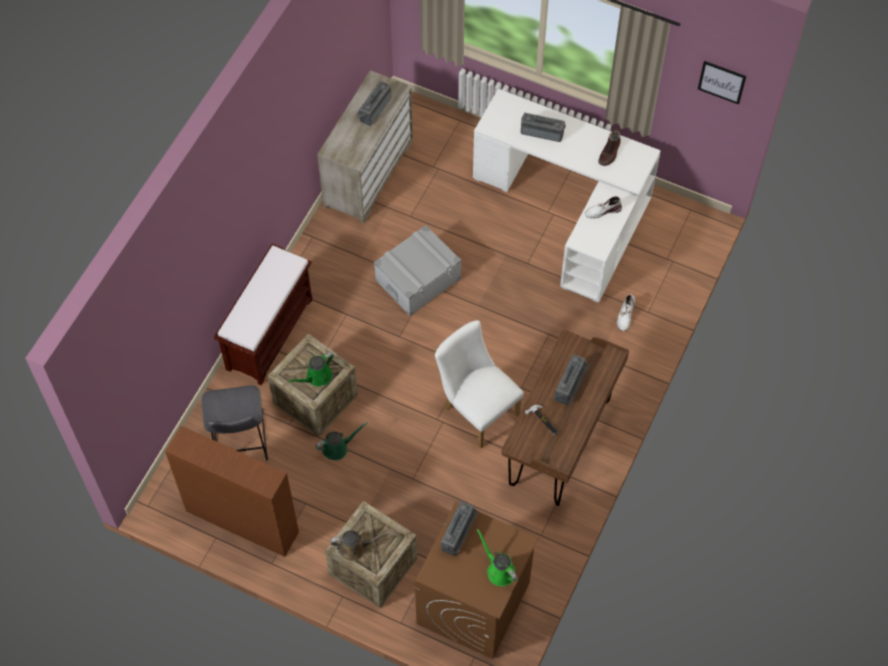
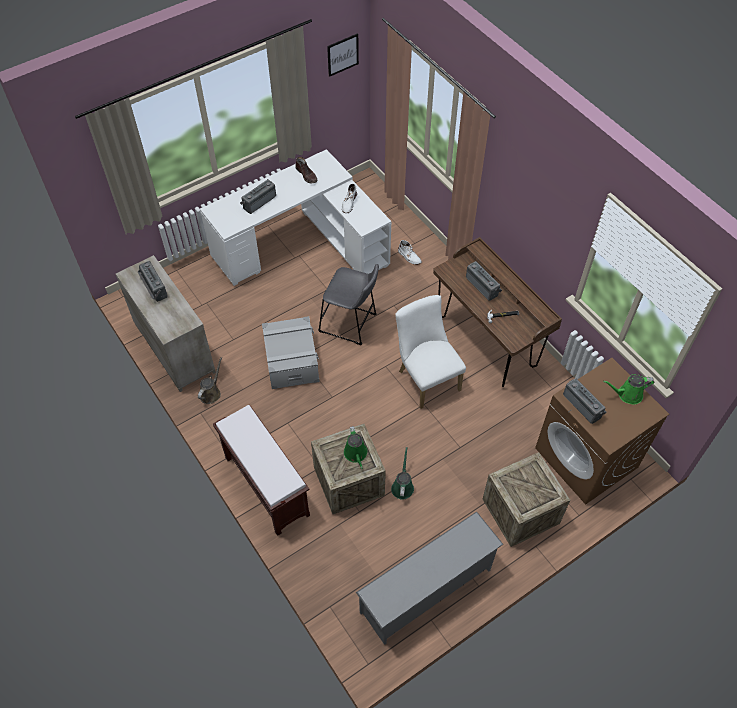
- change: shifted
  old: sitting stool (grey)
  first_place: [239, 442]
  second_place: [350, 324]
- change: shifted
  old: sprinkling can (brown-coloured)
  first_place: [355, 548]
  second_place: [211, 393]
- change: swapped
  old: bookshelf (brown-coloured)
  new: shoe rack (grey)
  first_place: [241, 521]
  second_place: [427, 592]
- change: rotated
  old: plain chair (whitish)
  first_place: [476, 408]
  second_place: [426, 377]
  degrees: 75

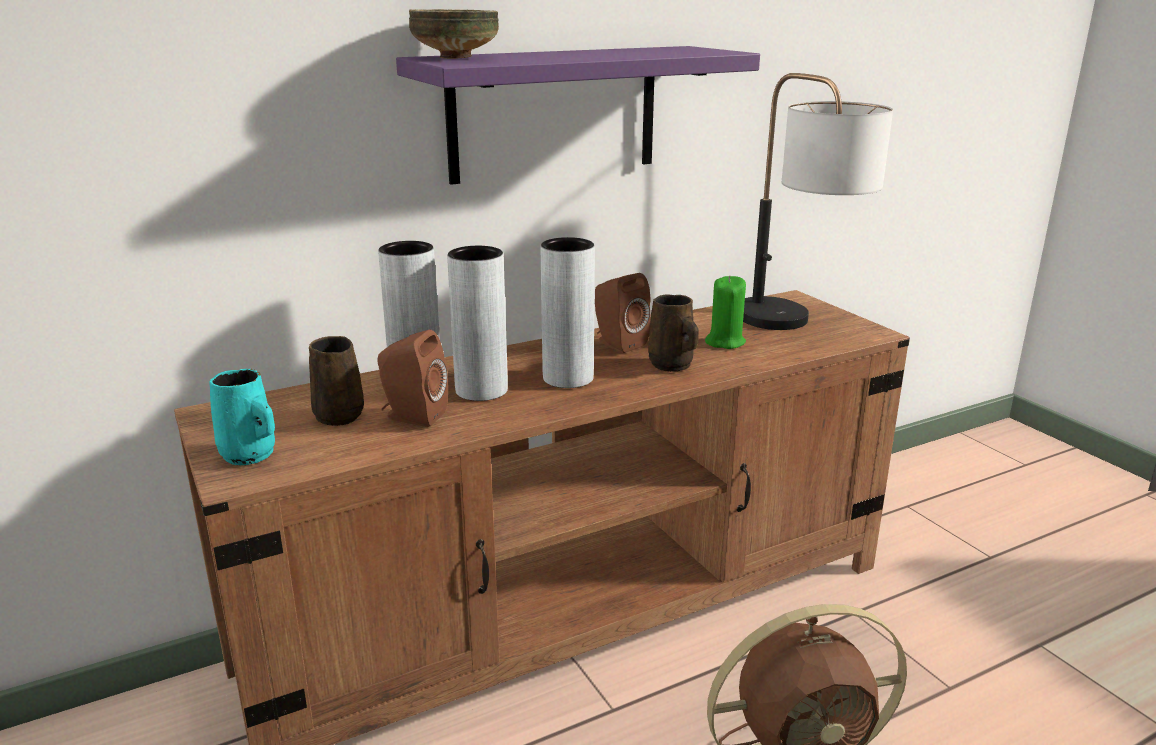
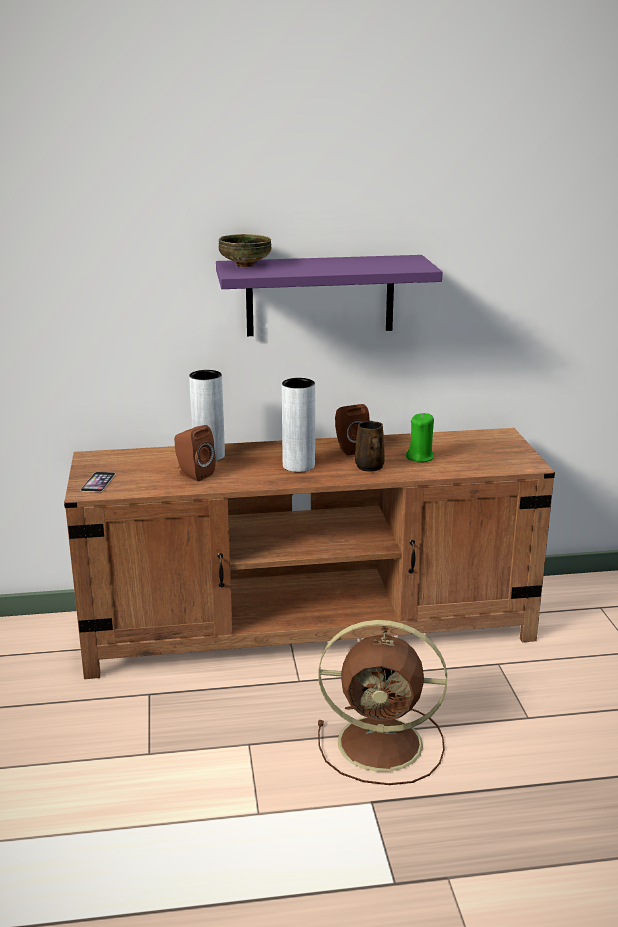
- change: gone
  old: coffee mug (brown-coloured)
  first_place: [339, 414]
- change: gone
  old: flower vase (grey)
  first_place: [481, 390]
- change: gone
  old: lamp for a table
  first_place: [795, 329]
- change: swapped
  old: coffee mug (turquoise)
  new: handset
  first_place: [250, 456]
  second_place: [98, 482]

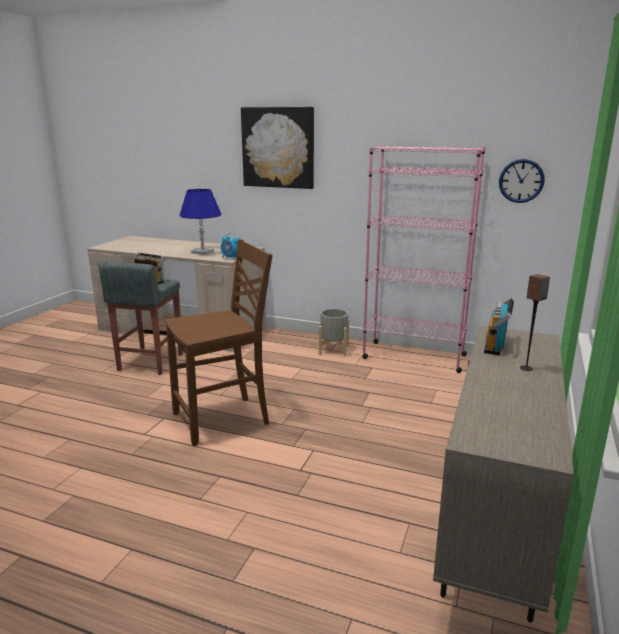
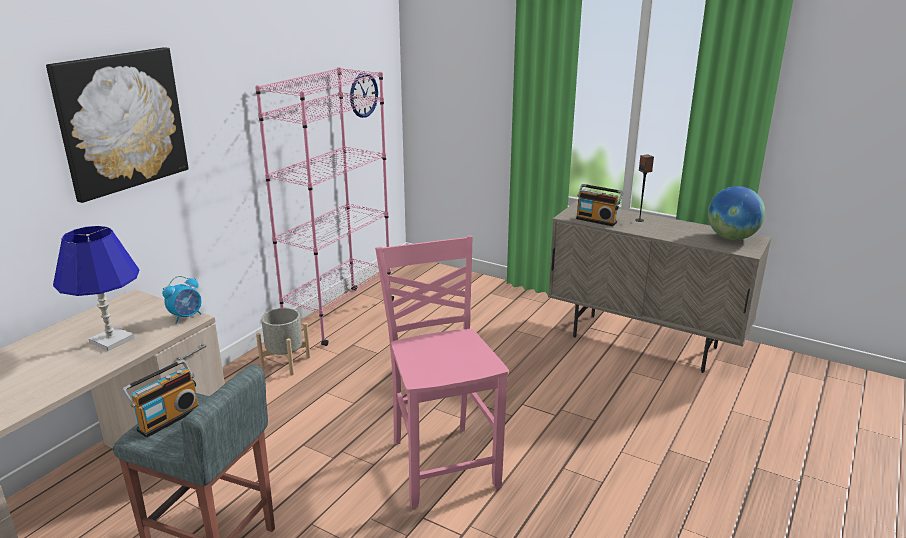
- change: new
  new: world globe
  second_place: [731, 237]
- change: repainted
  old: plain chair (brown-coloured)
  new: plain chair (pink-coloured)
  first_place: [223, 419]
  second_place: [442, 463]

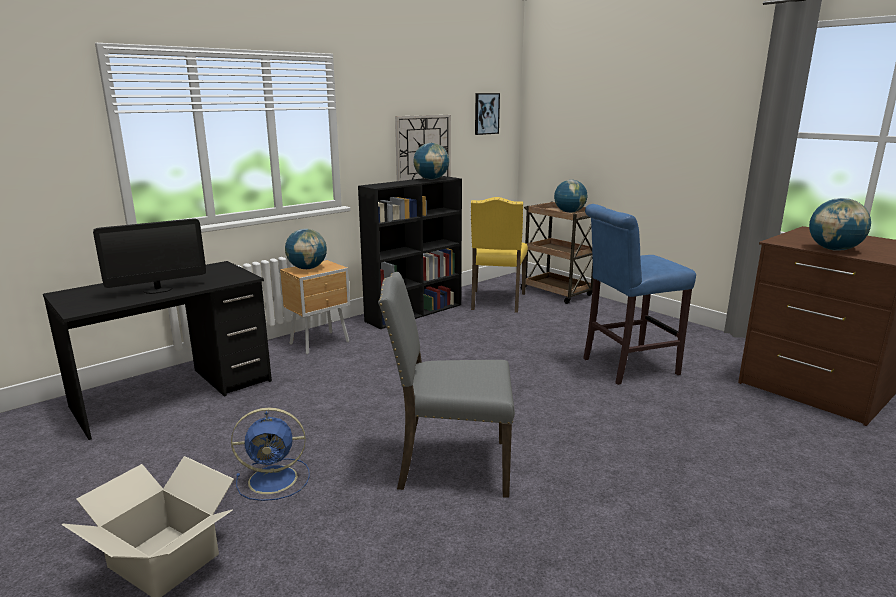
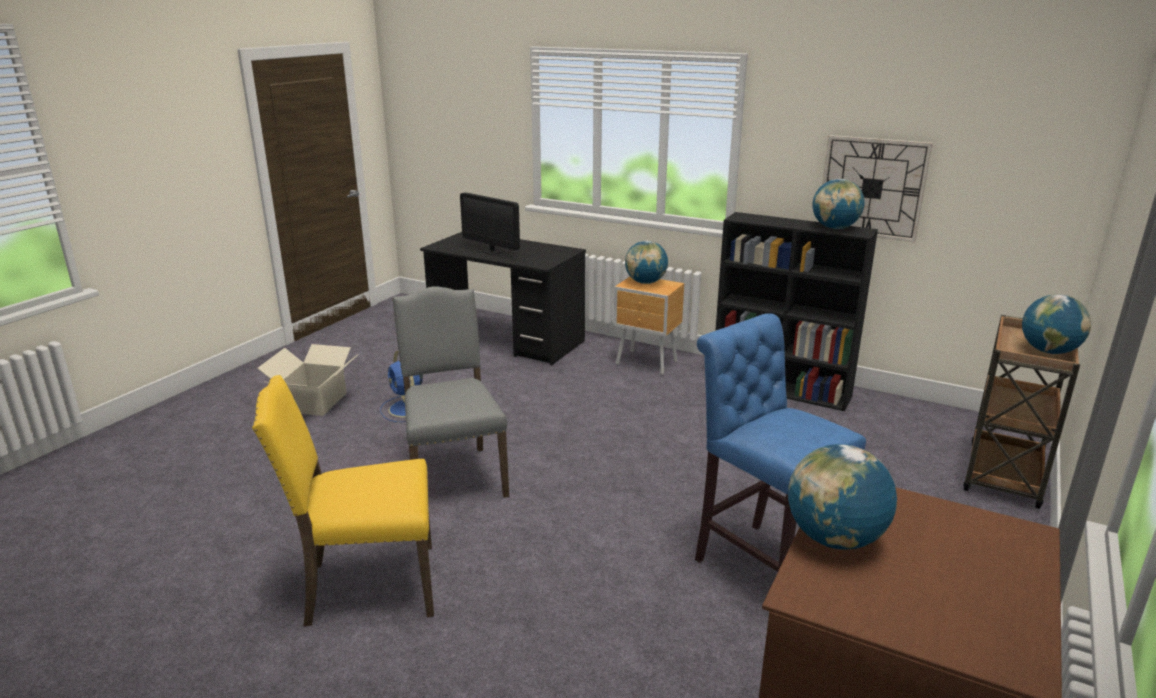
- change: gone
  old: picture
  first_place: [486, 113]
- change: shifted
  old: plain chair (yellowish)
  first_place: [496, 302]
  second_place: [367, 586]

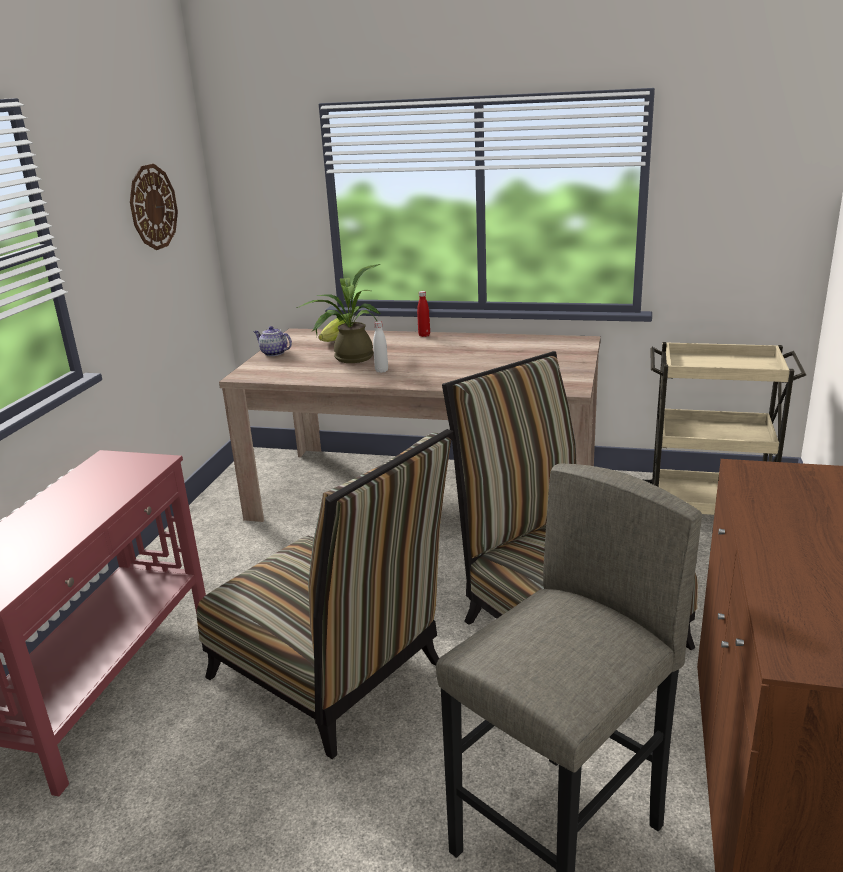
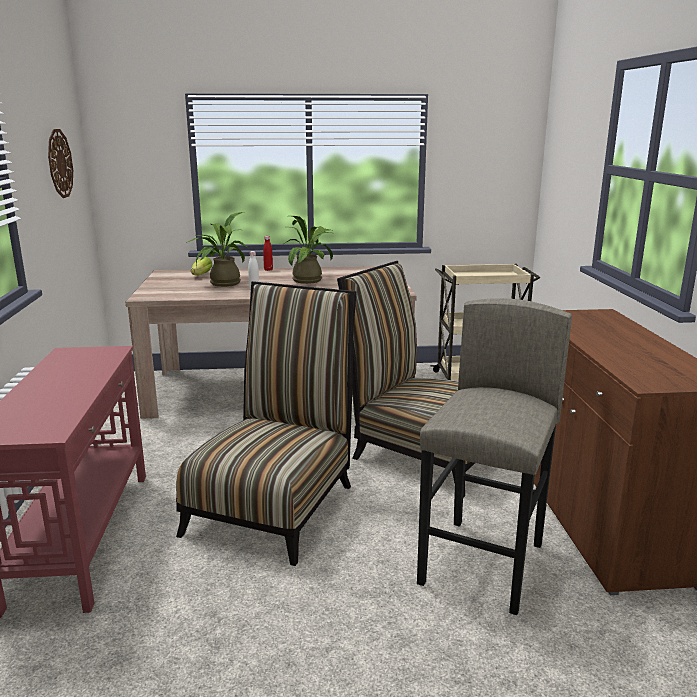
- change: gone
  old: pot for tea
  first_place: [273, 353]
- change: new
  new: houseplant
  second_place: [310, 280]
- change: rotated
  old: plain chair
  first_place: [334, 677]
  second_place: [275, 503]
  degrees: -90

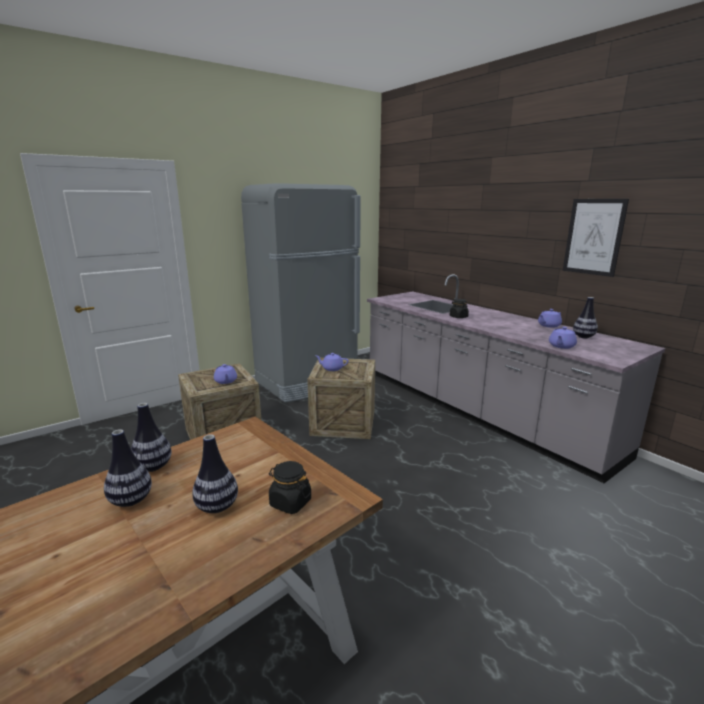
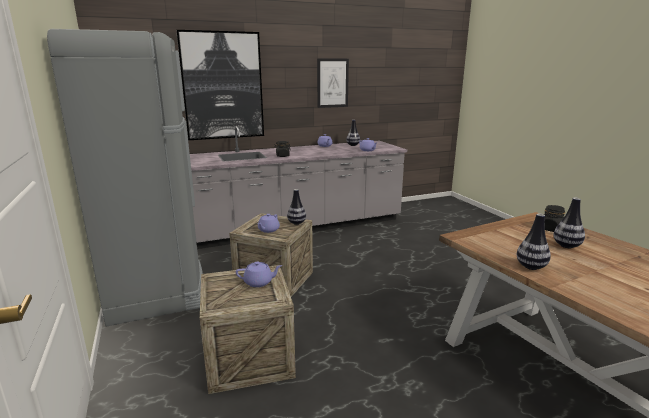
- change: new
  new: picture
  second_place: [222, 86]
- change: shifted
  old: flower vase
  first_place: [131, 501]
  second_place: [296, 223]

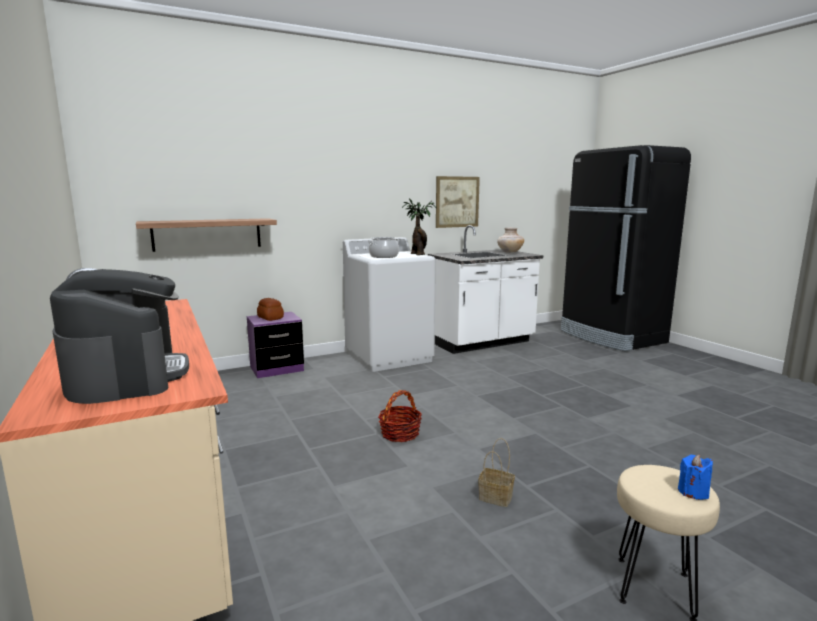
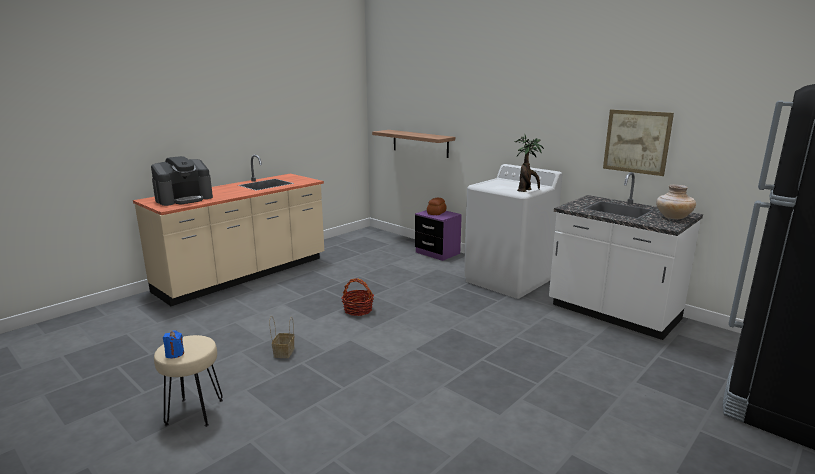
- change: gone
  old: cooking pot
  first_place: [383, 256]

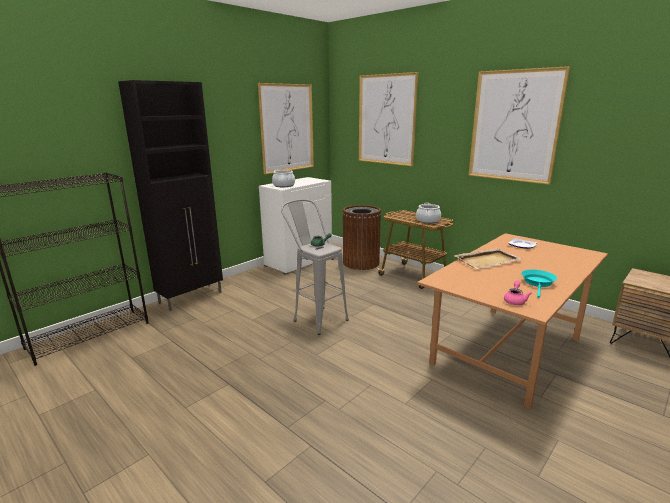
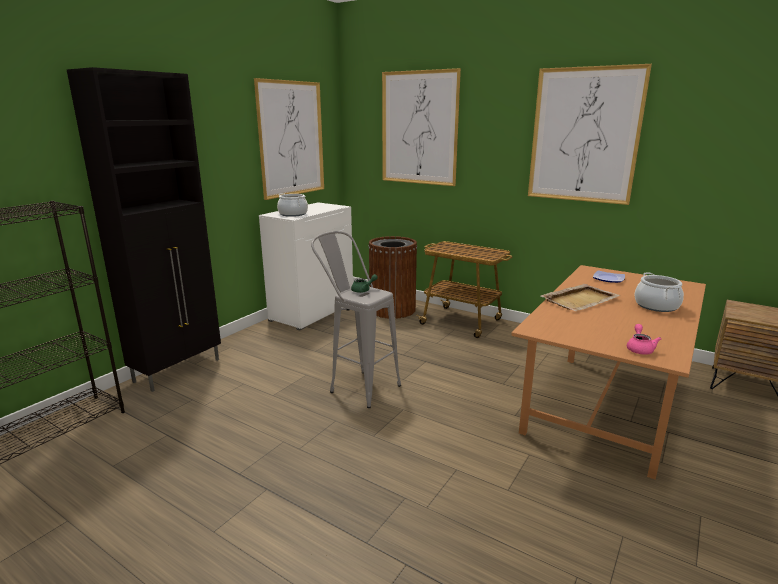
- change: gone
  old: pan (turquoise)
  first_place: [538, 283]
- change: shifted
  old: cooking pot
  first_place: [428, 221]
  second_place: [656, 306]

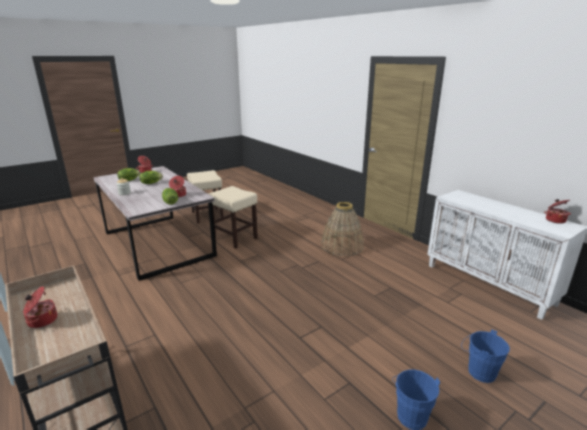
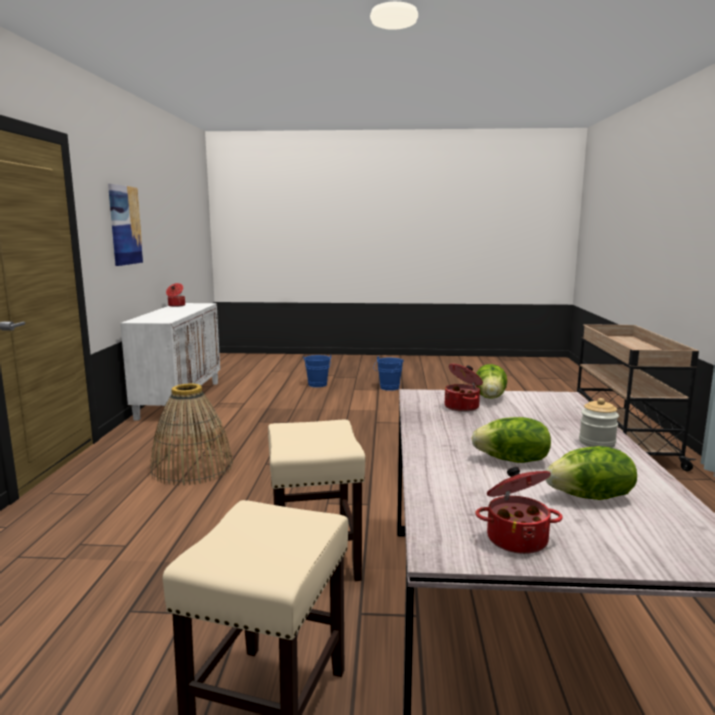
- change: gone
  old: cooking pot
  first_place: [42, 320]
- change: new
  new: picture
  second_place: [125, 225]

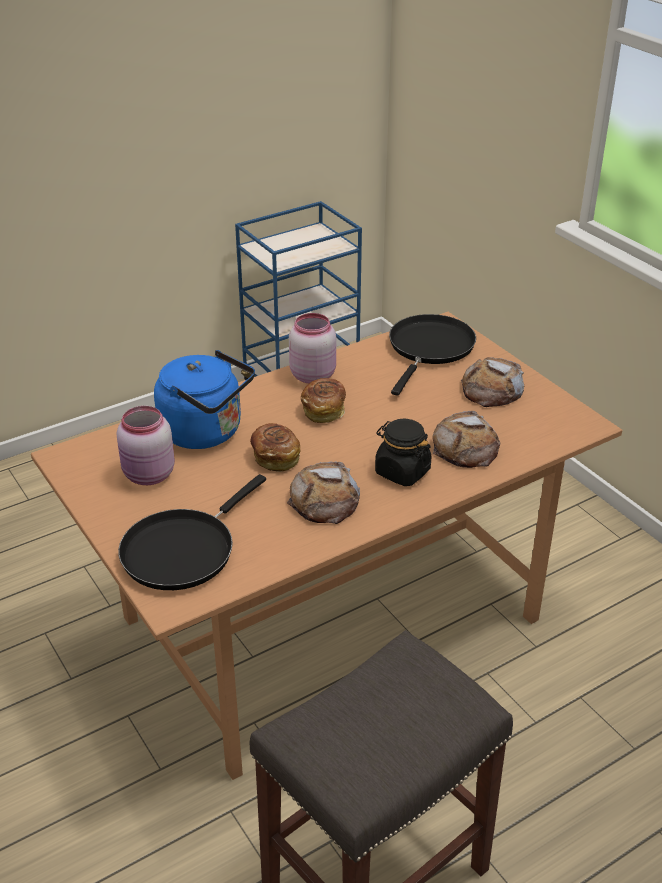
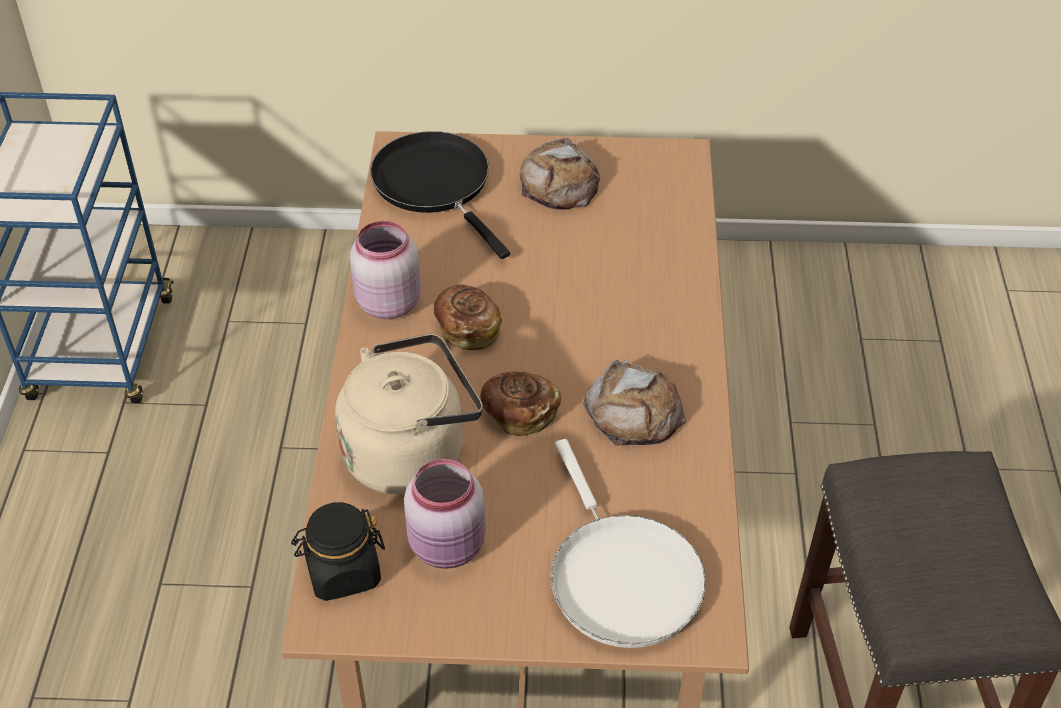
- change: gone
  old: baked bread
  first_place: [465, 447]
- change: shifted
  old: jar (blackish)
  first_place: [402, 472]
  second_place: [342, 572]
- change: repainted
  old: pan (blackish)
  new: pan (whitish)
  first_place: [183, 550]
  second_place: [621, 577]
- change: repainted
  old: tea kettle (blue-coloured)
  new: tea kettle (beige-coloured)
  first_place: [206, 432]
  second_place: [410, 452]

